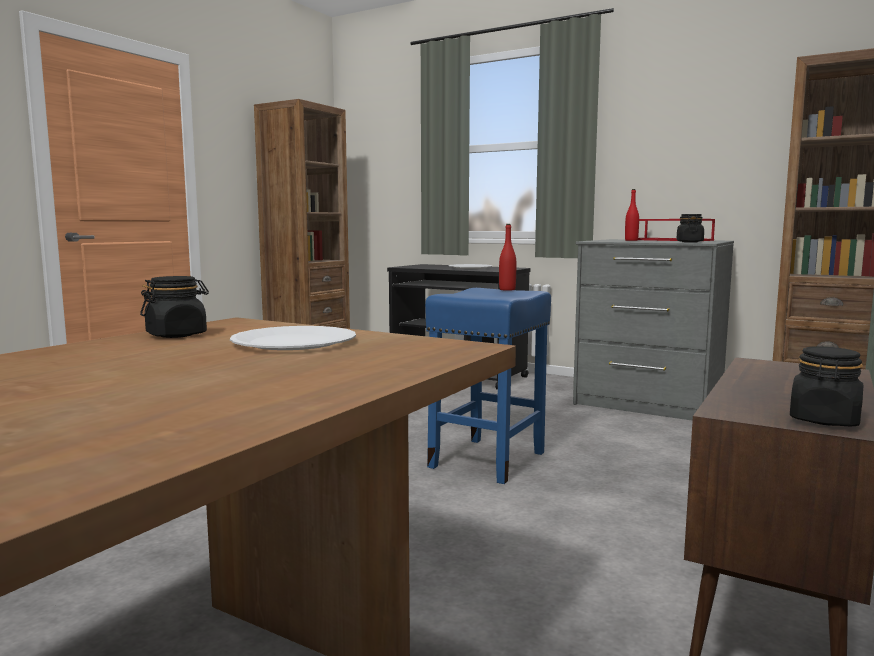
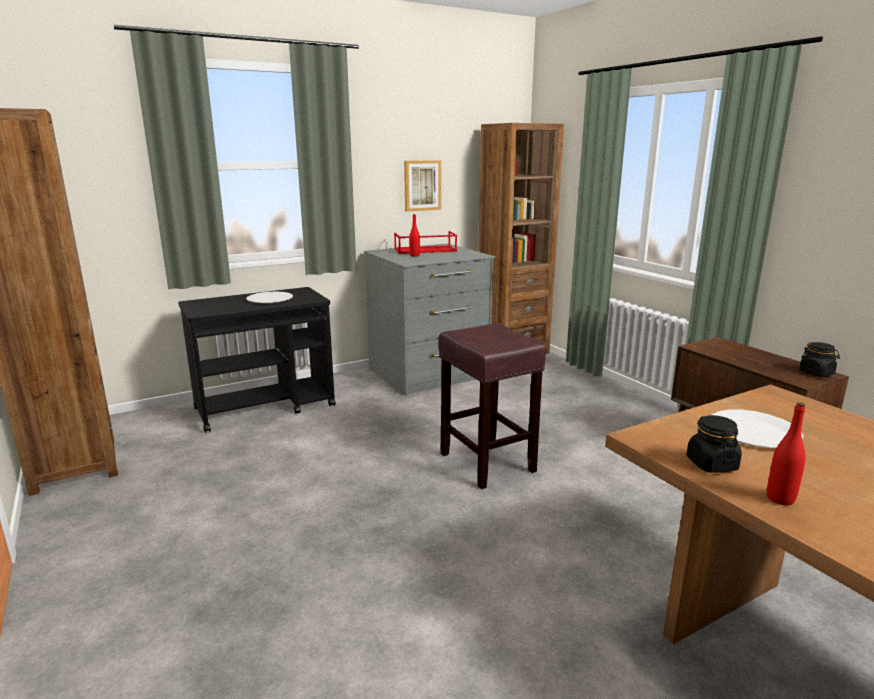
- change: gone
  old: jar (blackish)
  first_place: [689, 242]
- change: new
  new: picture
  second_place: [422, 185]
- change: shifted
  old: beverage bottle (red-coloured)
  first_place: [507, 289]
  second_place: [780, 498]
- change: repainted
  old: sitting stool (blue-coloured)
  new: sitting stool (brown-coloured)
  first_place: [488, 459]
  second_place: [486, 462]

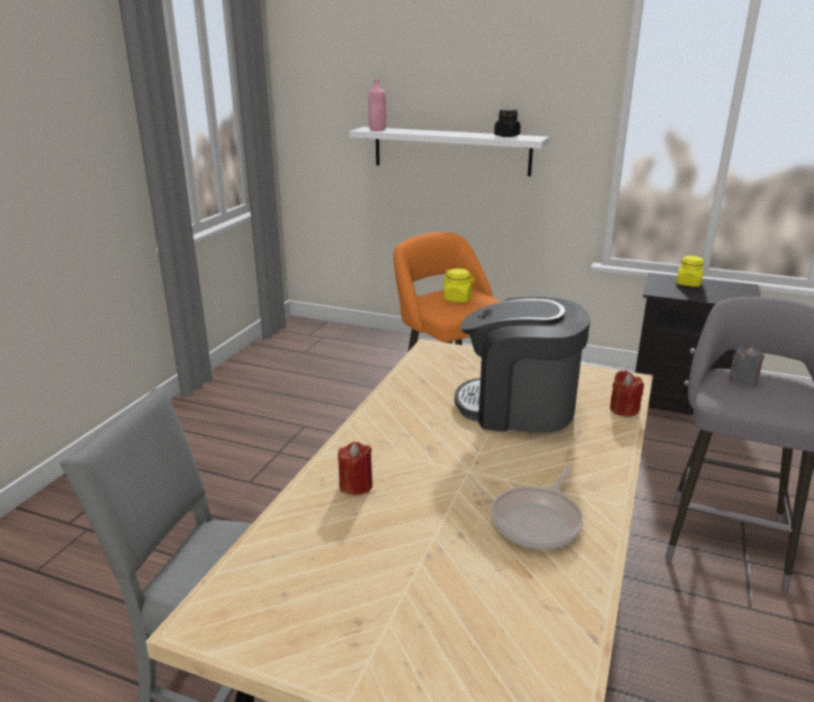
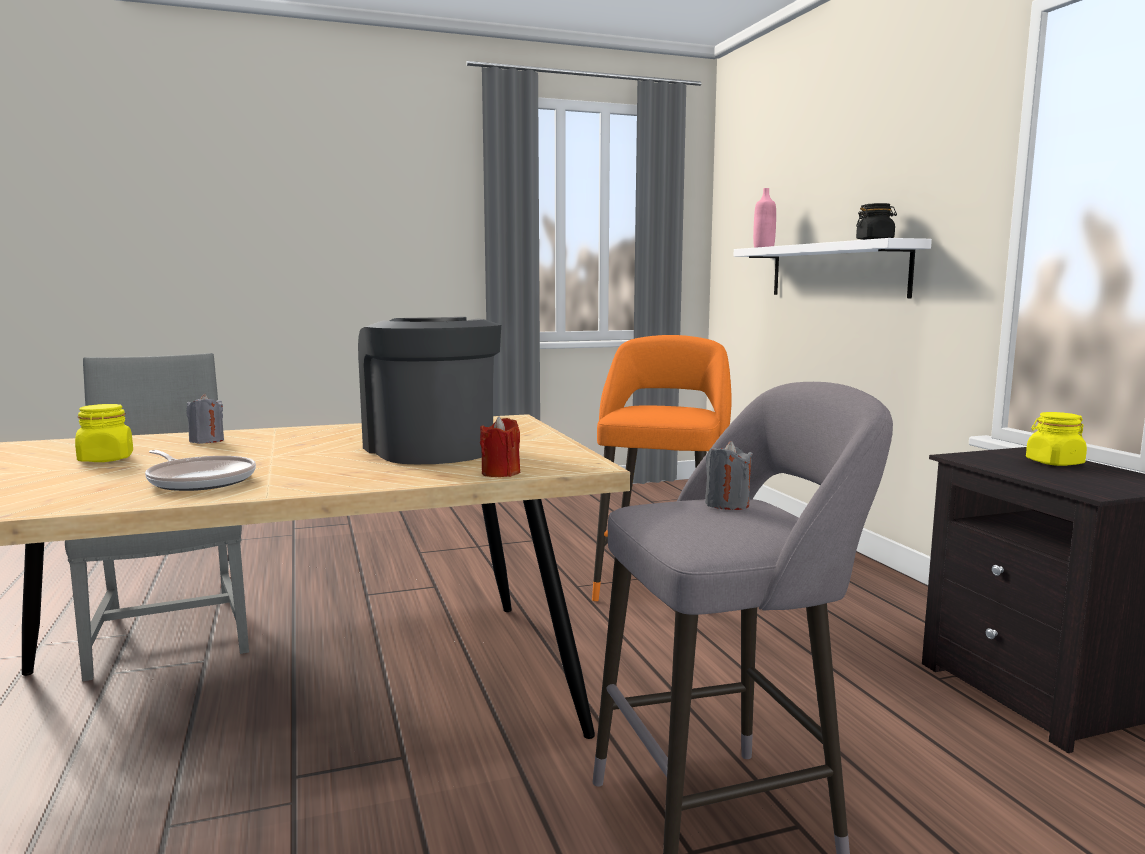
- change: shifted
  old: jar (yellowish)
  first_place: [458, 299]
  second_place: [106, 459]
- change: repainted
  old: wax candle (red-coloured)
  new: wax candle (grey)
  first_place: [356, 485]
  second_place: [206, 441]
- change: rotated
  old: pan
  first_place: [539, 521]
  second_place: [200, 480]
  degrees: -135

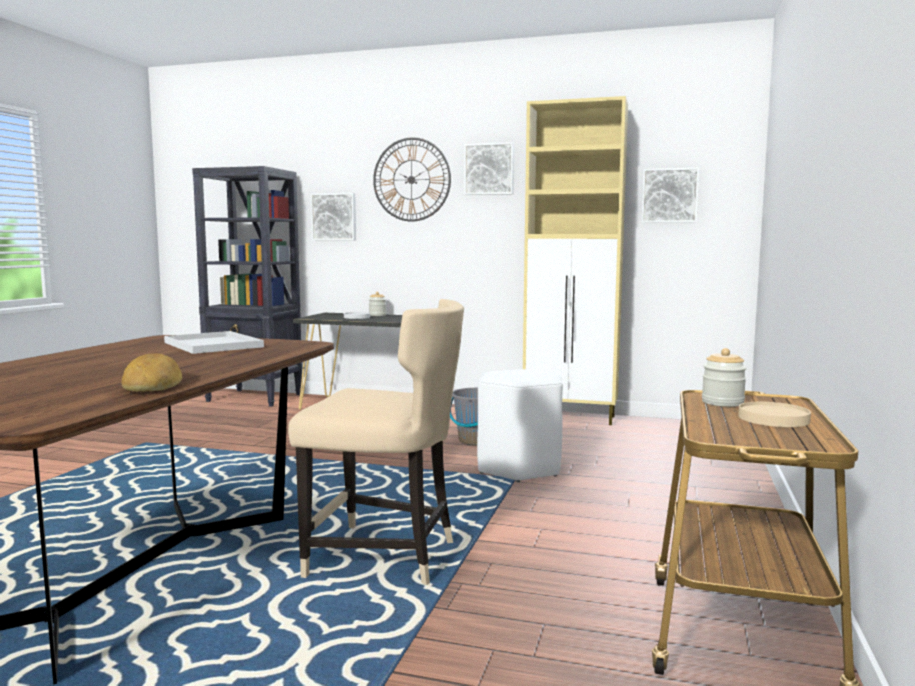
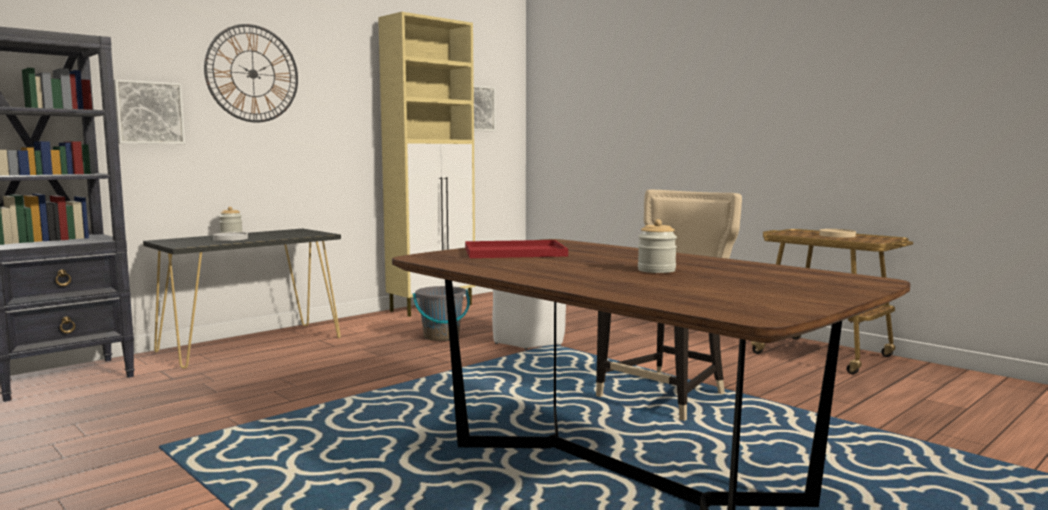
- change: gone
  old: baked bread
  first_place: [153, 384]
- change: gone
  old: picture
  first_place: [489, 169]
- change: shifted
  old: jar
  first_place: [722, 402]
  second_place: [656, 270]
- change: repainted
  old: serving tray (whitish)
  new: serving tray (red-coloured)
  first_place: [215, 345]
  second_place: [516, 252]

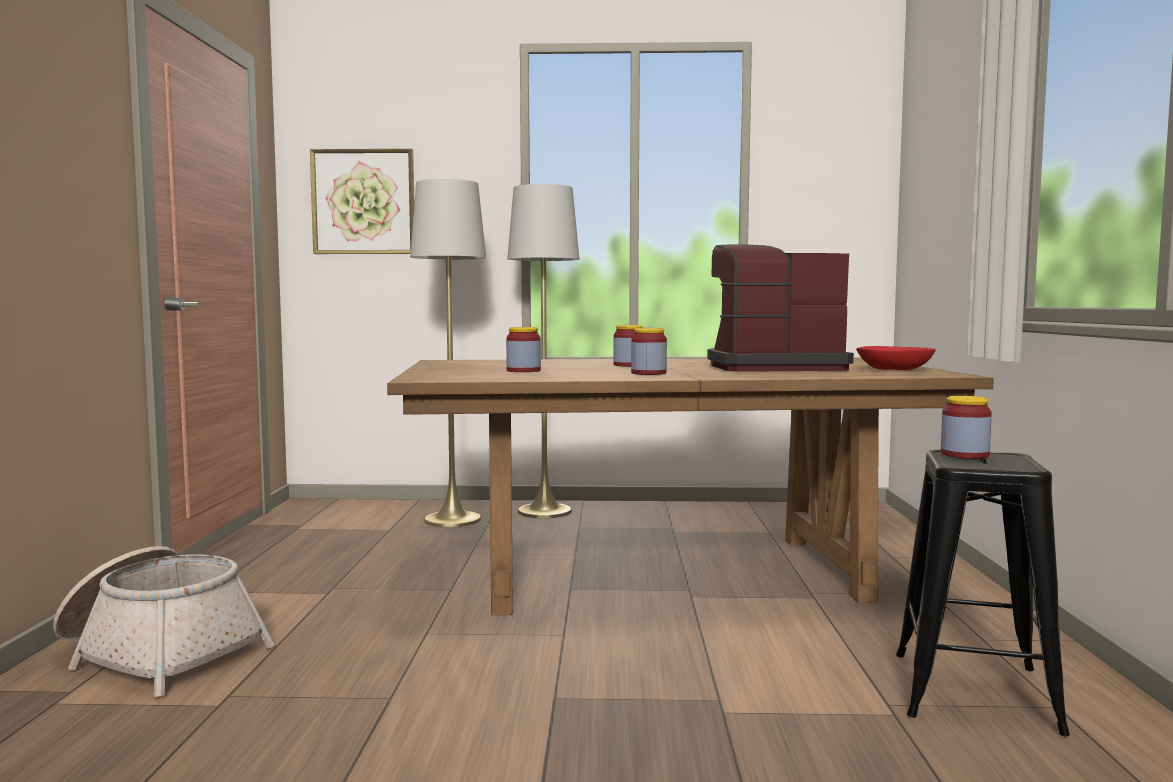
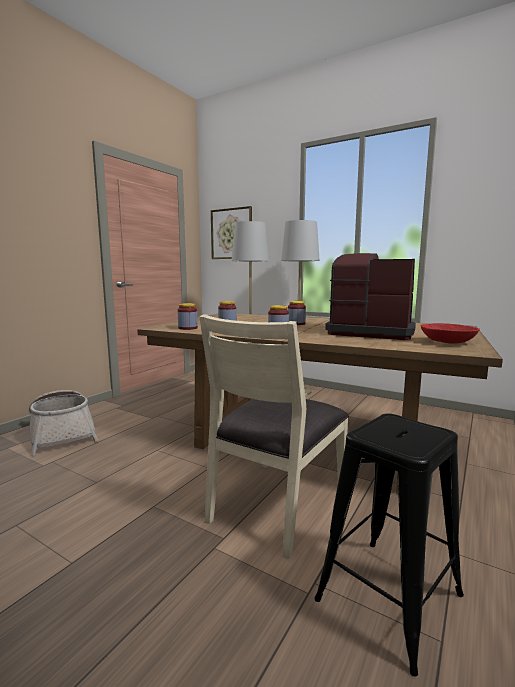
- change: new
  new: plain chair (beige-coloured)
  second_place: [276, 503]
- change: shifted
  old: jar
  first_place: [964, 454]
  second_place: [188, 328]

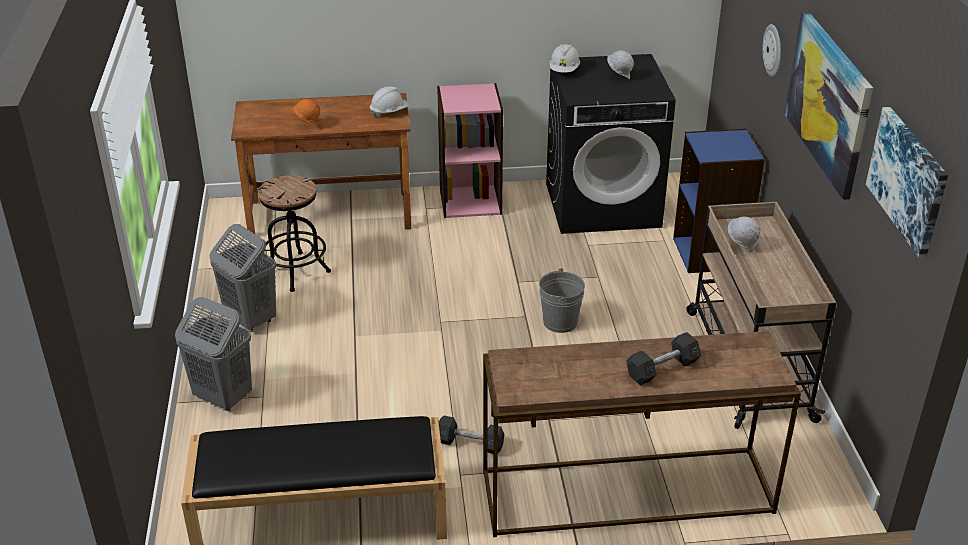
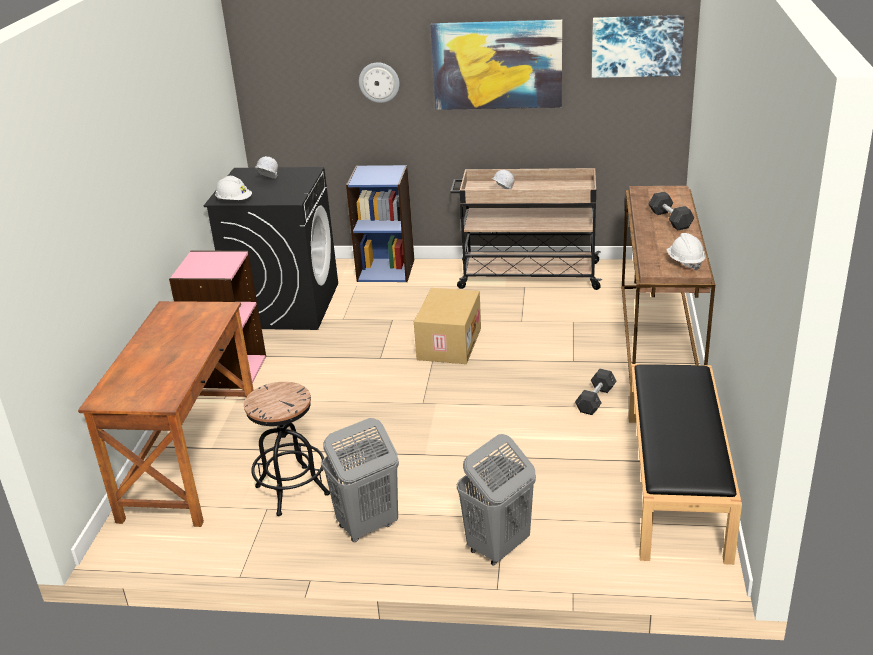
- change: gone
  old: safety helmet (orange-coloured)
  first_place: [307, 126]
- change: shifted
  old: safety helmet (whitish)
  first_place: [389, 112]
  second_place: [685, 262]
- change: swapped
  old: bucket (grey)
  new: cardboard box
  first_place: [560, 322]
  second_place: [448, 343]

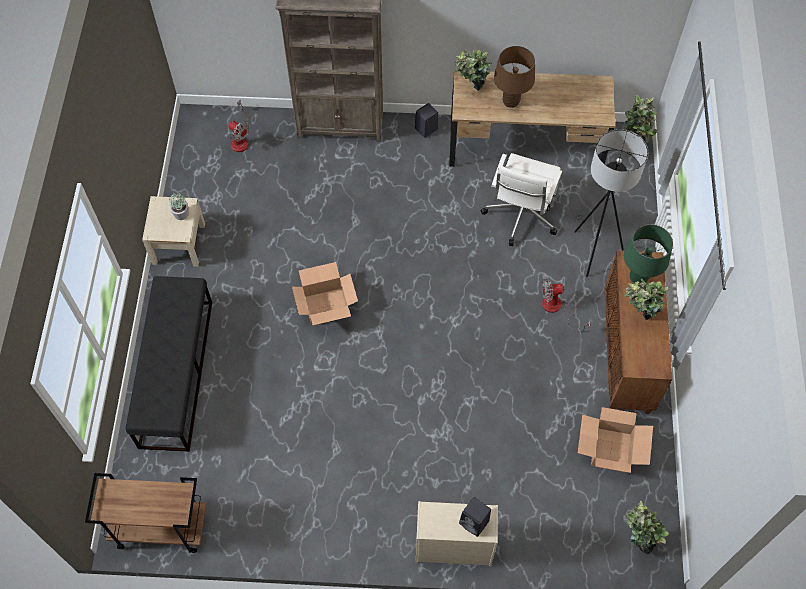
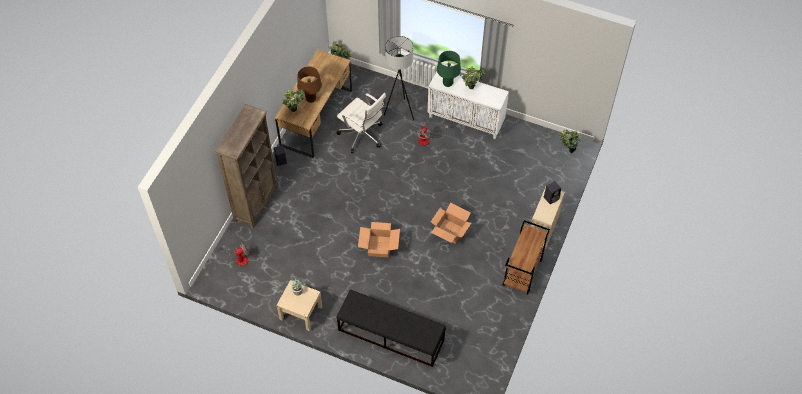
- change: shifted
  old: wheeled cart (brown-coloured)
  first_place: [159, 528]
  second_place: [522, 273]
- change: shifted
  old: cardboard box
  first_place: [610, 450]
  second_place: [450, 231]
- change: repainted
  old: cupboard (brown-coloured)
  new: cupboard (whitish)
  first_place: [627, 354]
  second_place: [466, 120]

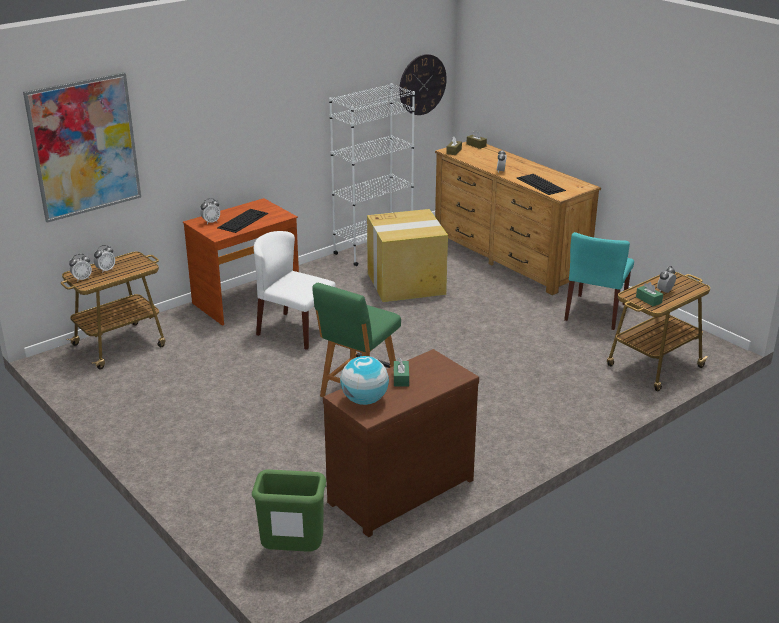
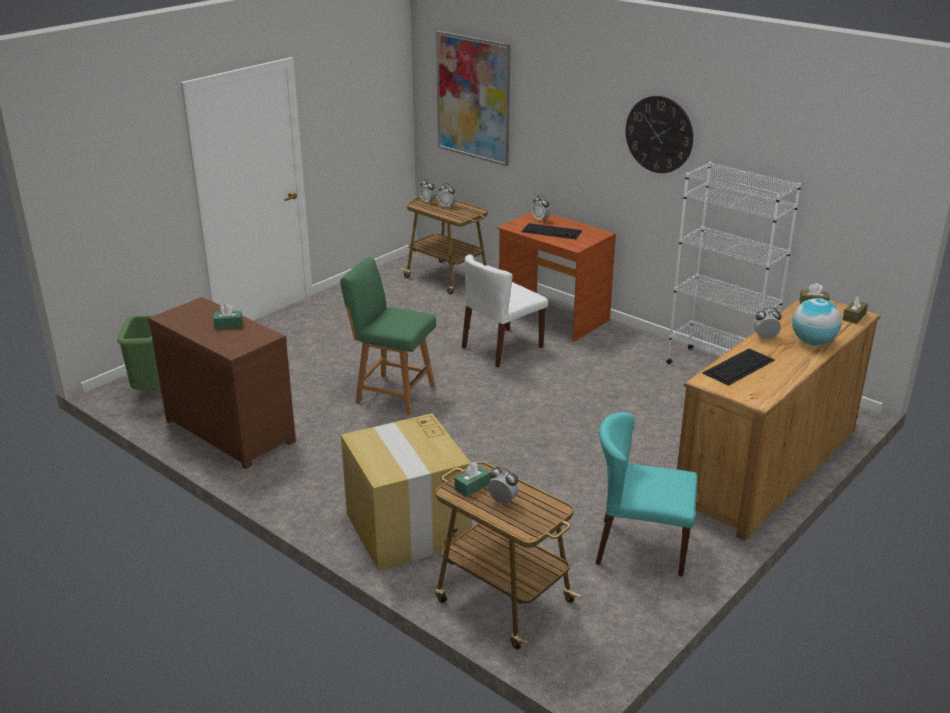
- change: shifted
  old: world globe
  first_place: [365, 400]
  second_place: [813, 342]
- change: shifted
  old: cardboard box
  first_place: [407, 283]
  second_place: [408, 529]
- change: shifted
  old: wall clock
  first_place: [422, 84]
  second_place: [659, 134]
- change: rotated
  old: plain chair (whitish)
  first_place: [294, 331]
  second_place: [502, 348]
  degrees: -150

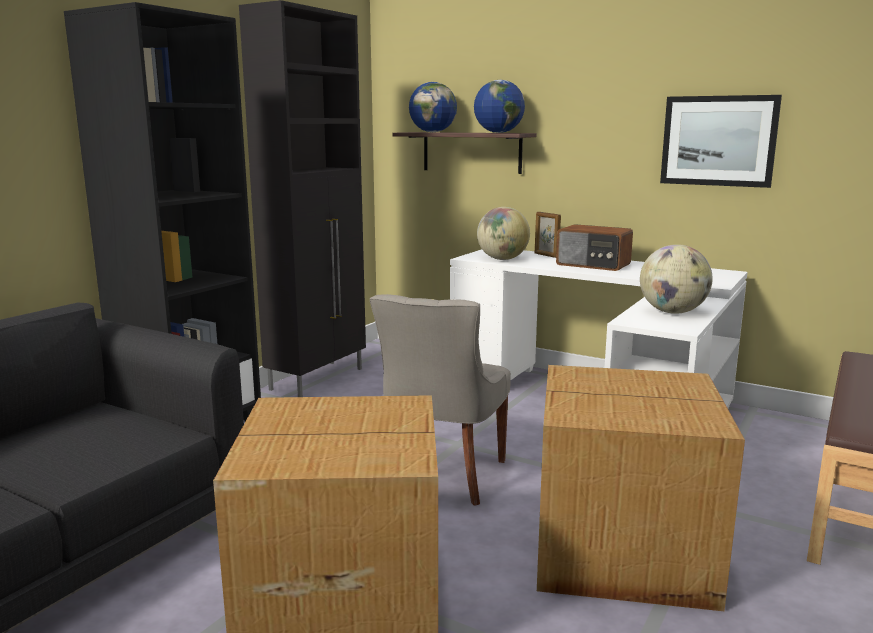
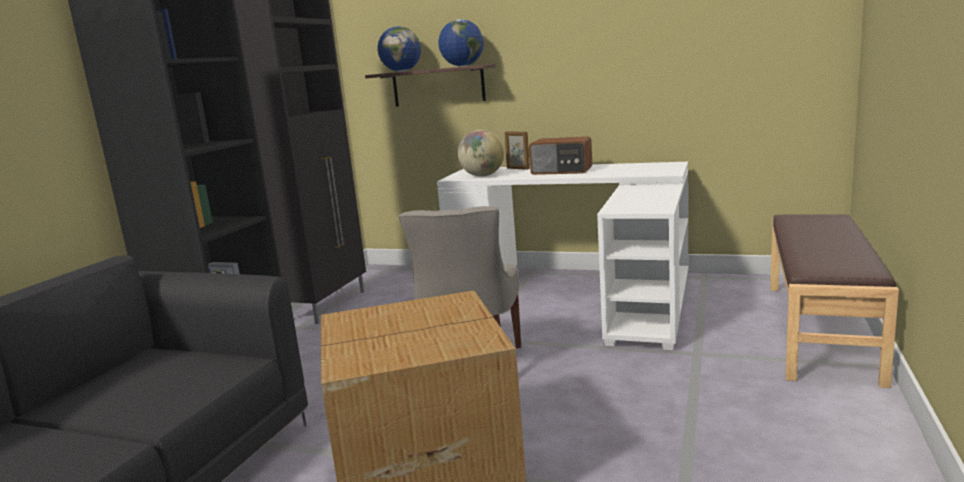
- change: gone
  old: cardboard box
  first_place: [625, 551]
- change: gone
  old: world globe
  first_place: [672, 312]
- change: gone
  old: picture
  first_place: [718, 141]

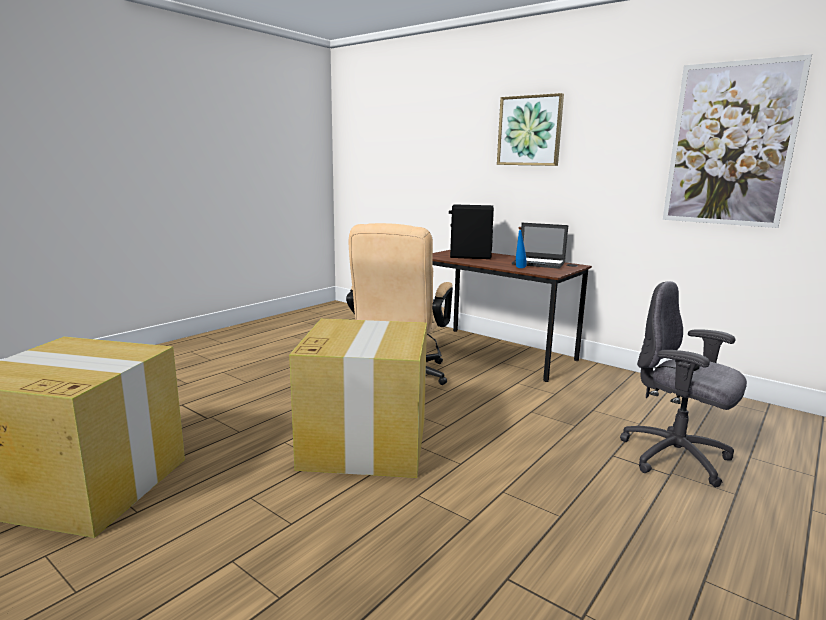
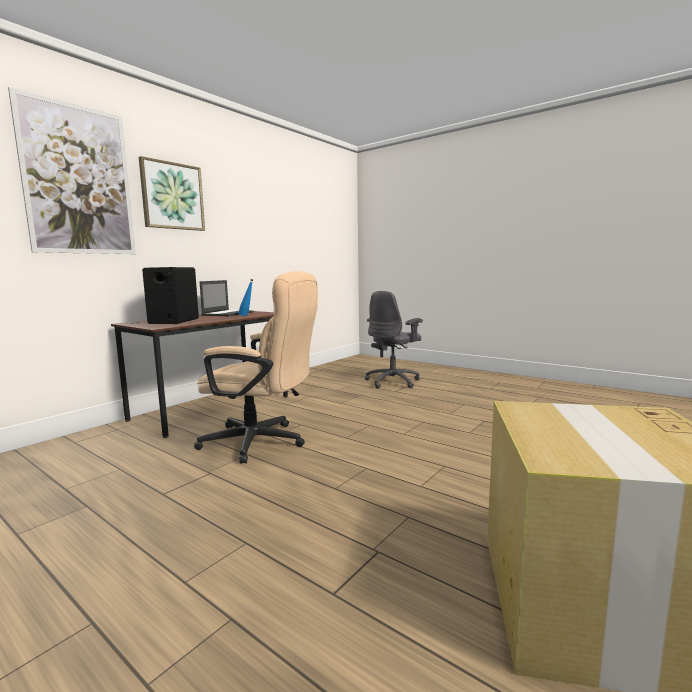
- change: gone
  old: cardboard box
  first_place: [365, 442]
- change: shifted
  old: picture
  first_place: [730, 145]
  second_place: [78, 180]

